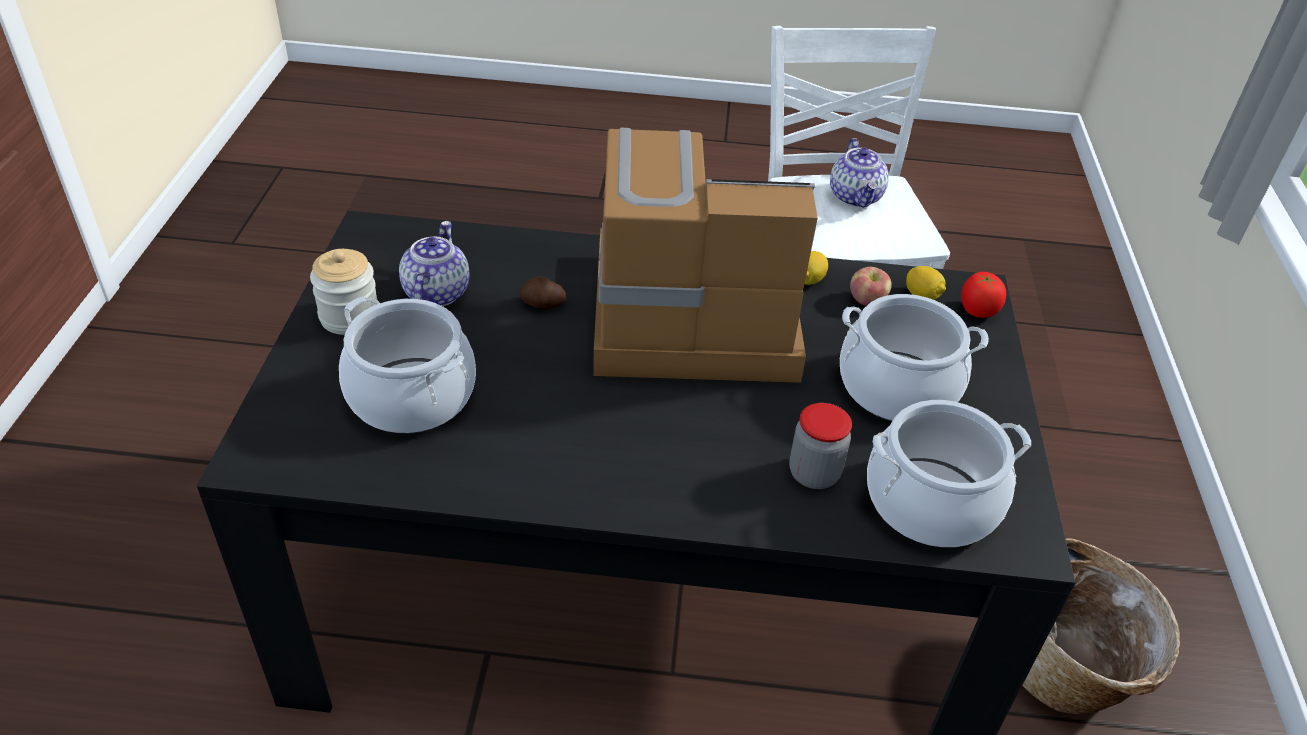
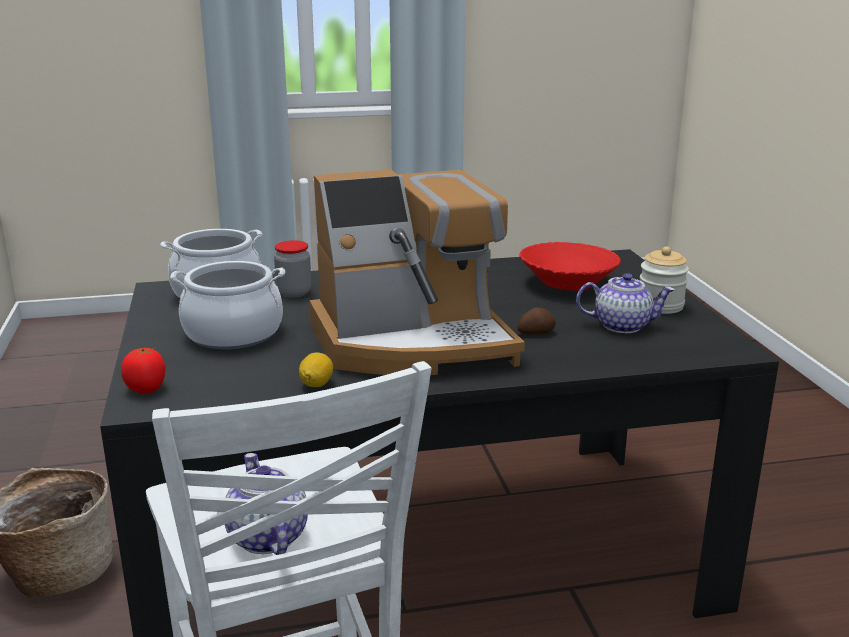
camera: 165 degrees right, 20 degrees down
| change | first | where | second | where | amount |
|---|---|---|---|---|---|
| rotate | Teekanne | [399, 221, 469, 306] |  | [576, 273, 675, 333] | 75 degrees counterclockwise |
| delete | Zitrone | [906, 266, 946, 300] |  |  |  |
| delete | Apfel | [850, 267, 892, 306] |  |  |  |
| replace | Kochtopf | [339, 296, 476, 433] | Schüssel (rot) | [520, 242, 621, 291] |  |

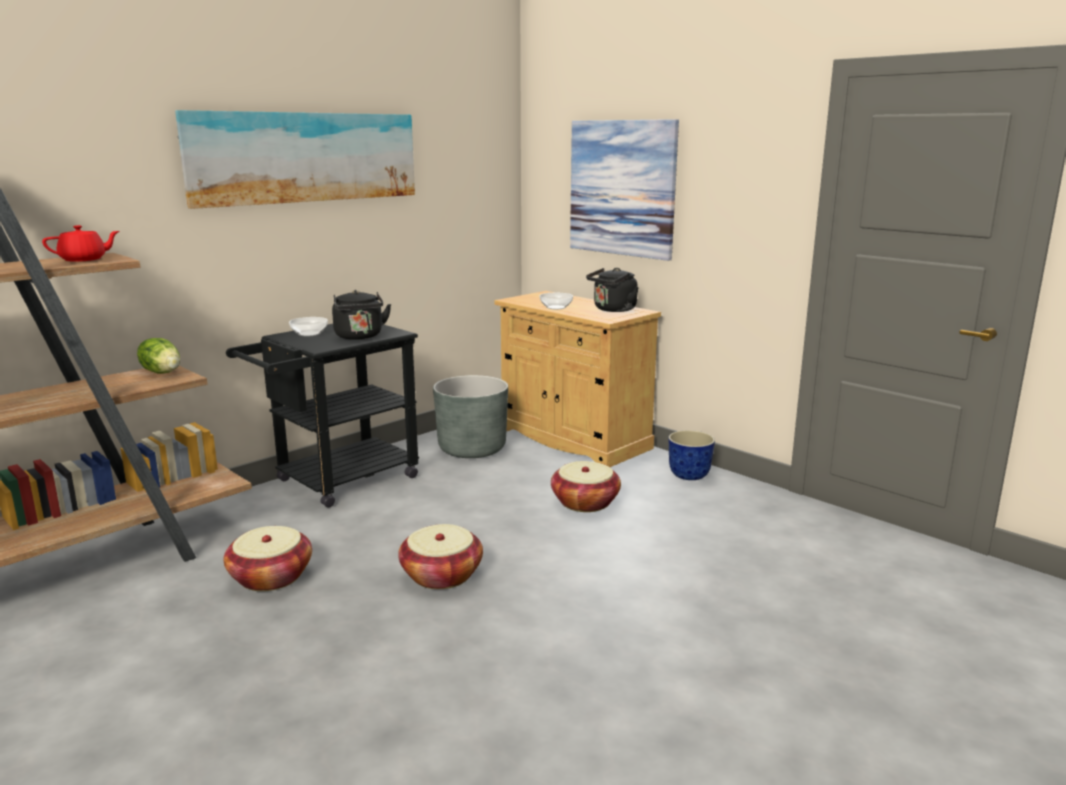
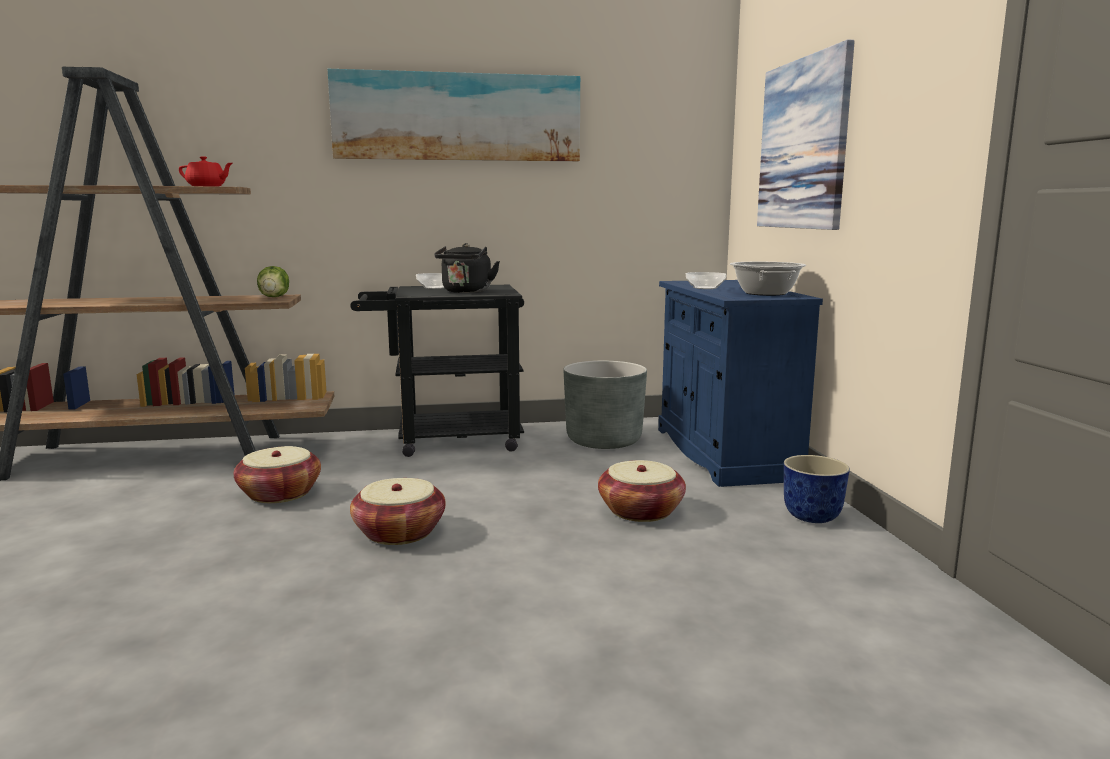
camera: 35 degrees right, 5 degrees down
| change | first | where | second | where | amount |
|---|---|---|---|---|---|
| replace | Wasserkessel (schwarz) | [586, 268, 639, 312] | Kochtopf | [730, 262, 806, 296] |  |
| recolor | Schrank (beige) | [494, 291, 661, 467] | Schrank (blau) | [658, 280, 823, 487] |  |

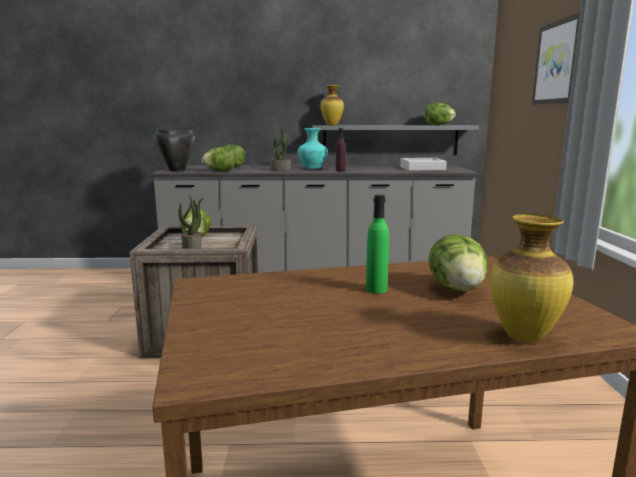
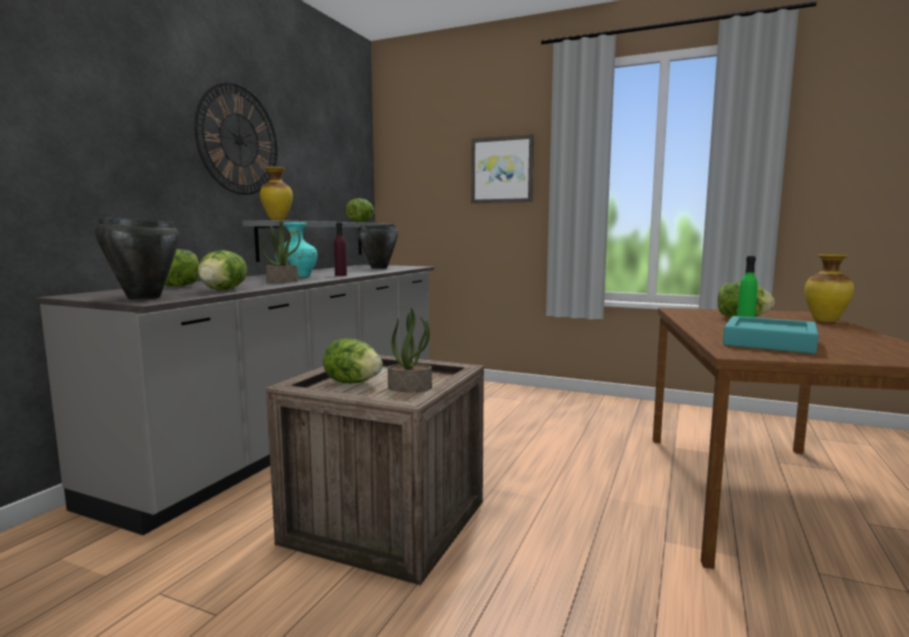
camera: 65 degrees left, 5 degrees down
| change | first | where | second | where | amount |
|---|---|---|---|---|---|
| replace | Tablett (grau) | [400, 158, 447, 171] | Kochtopf (schwarz) | [358, 224, 398, 269] |  |
| insert |  |  | Wanduhr | [194, 82, 278, 195] |  |
| insert |  |  | Tablett (türkis) | [723, 316, 819, 354] |  |

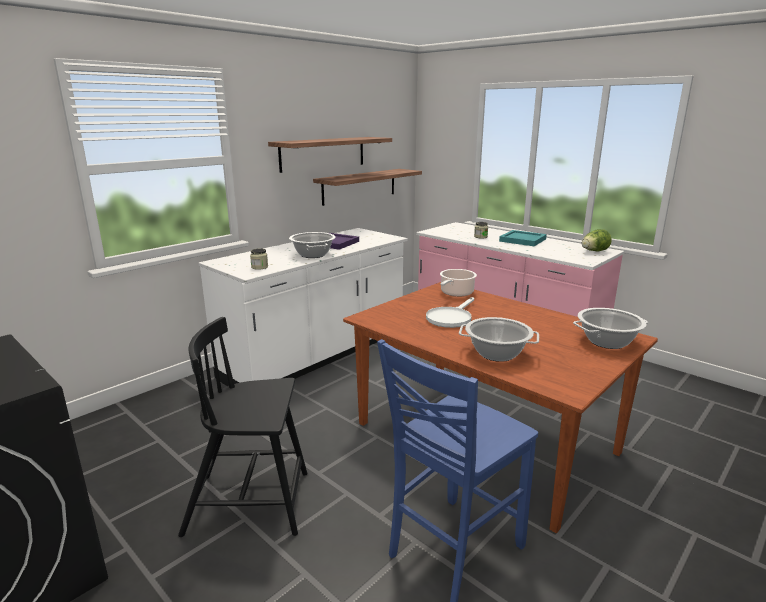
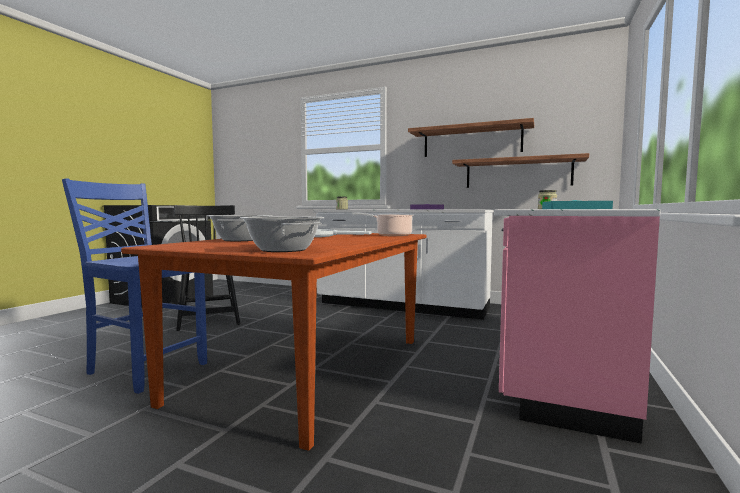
camera: 70 degrees right, 15 degrees down
| change | first | where | second | where | amount |
|---|---|---|---|---|---|
| delete | Salatkopf | [582, 229, 611, 252] |  |  |  |
| delete | Kochtopf | [289, 232, 336, 258] |  |  |  |

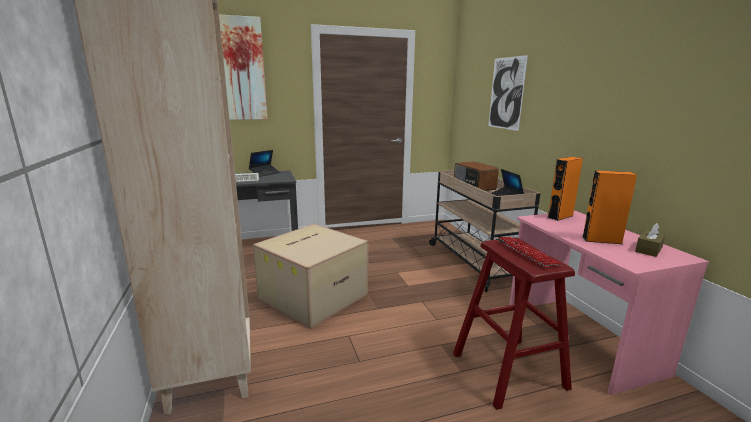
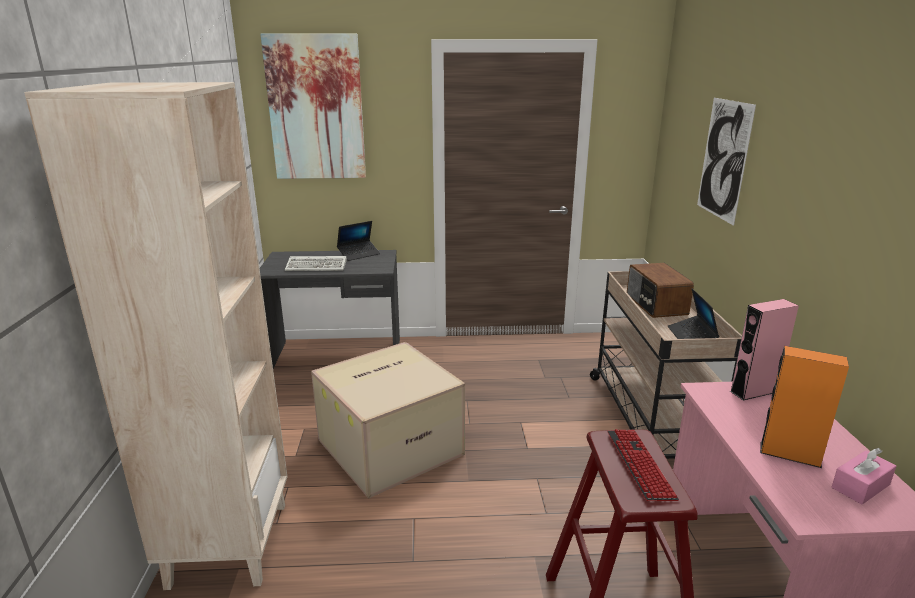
camera: 15 degrees right, 5 degrees up
| change | first | where | second | where | amount |
|---|---|---|---|---|---|
| recolor | Lautsprecher (orange) | [548, 157, 583, 221] | Lautsprecher (rosa) | [730, 299, 799, 400] |  |
| recolor | Taschentuchbox (braun) | [635, 223, 666, 257] | Taschentuchbox (rosa) | [832, 448, 896, 505] |  |

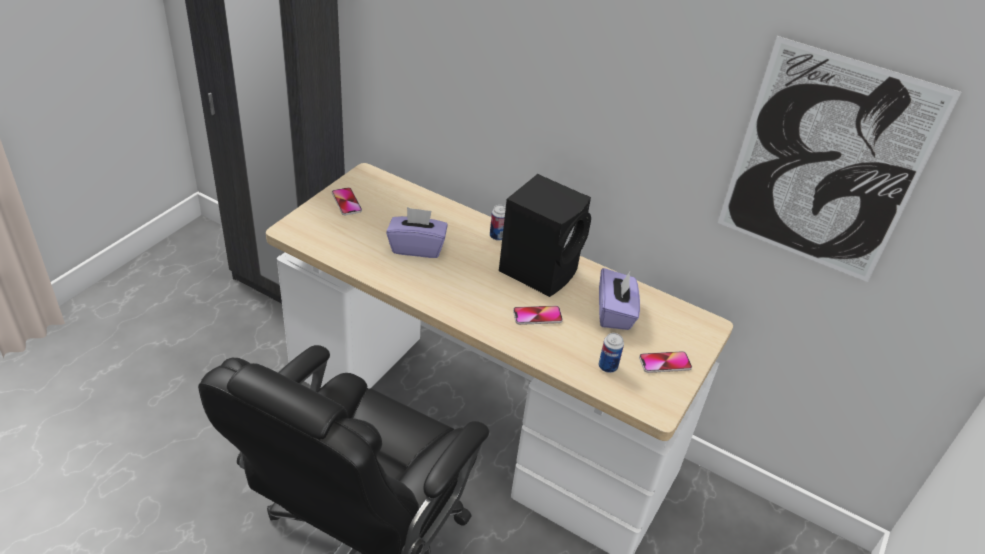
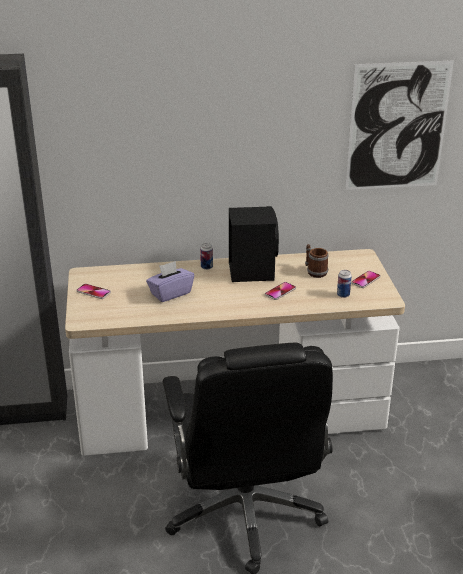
camera: 35 degrees left, 10 degrees down
| change | first | where | second | where | amount |
|---|---|---|---|---|---|
| replace | Taschentuchbox (lila) | [599, 268, 640, 330] | Henkelbecher | [305, 244, 329, 278] |  |

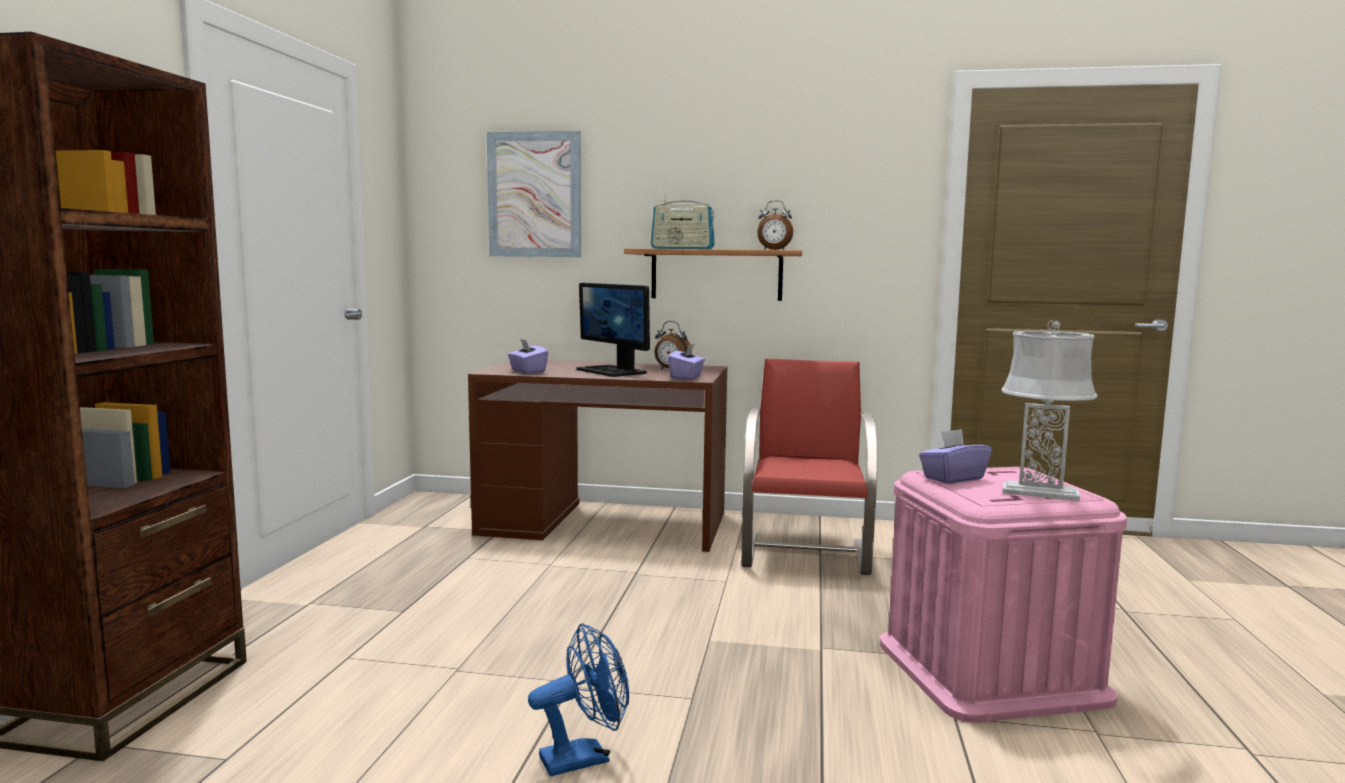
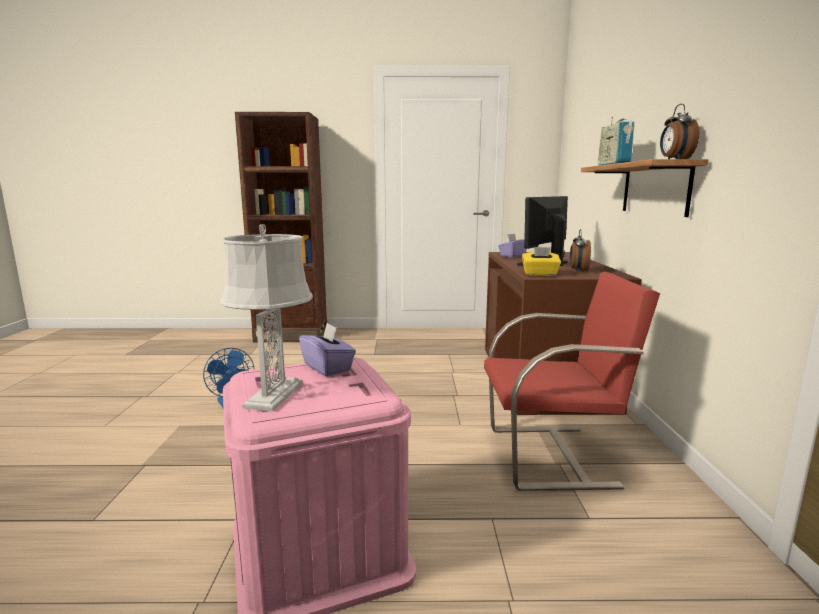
camera: 80 degrees right, 5 degrees up
| change | first | where | second | where | amount |
|---|---|---|---|---|---|
| delete | Bild | [487, 131, 581, 257] |  |  |  |
| recolor | Taschentuchbox (lila) | [668, 344, 705, 380] | Taschentuchbox (gelb) | [522, 247, 561, 276] |  |

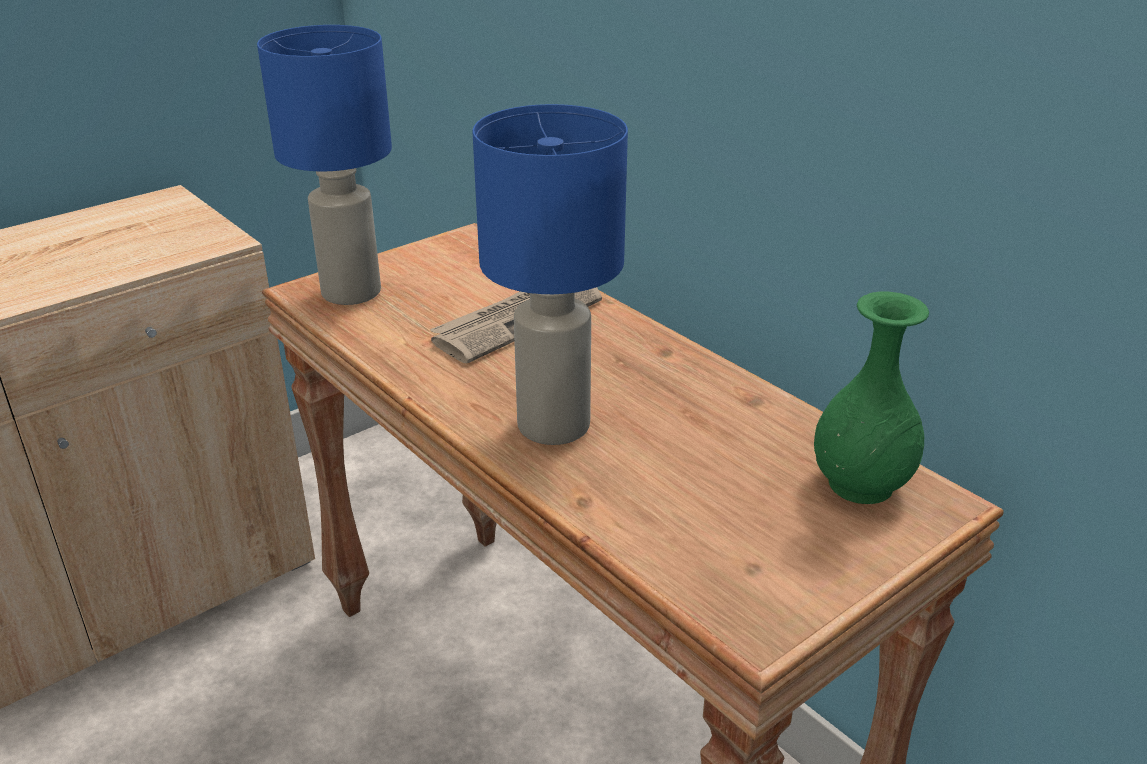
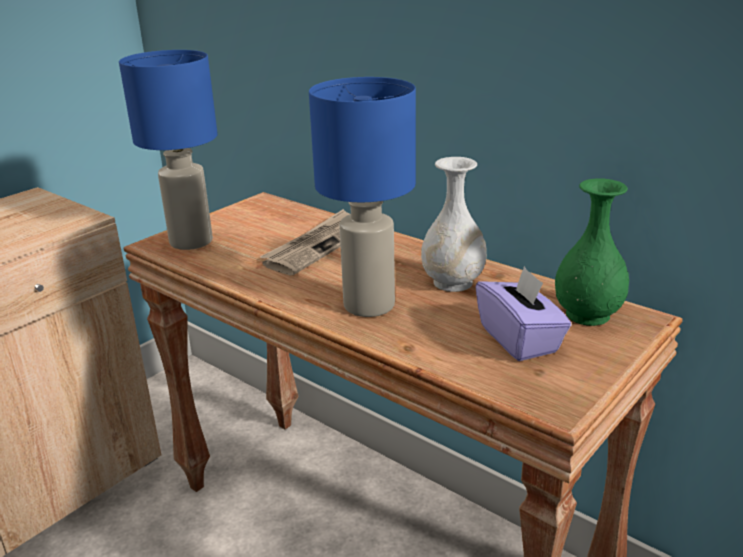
camera: 10 degrees left, 5 degrees down
| change | first | where | second | where | amount |
|---|---|---|---|---|---|
| insert |  |  | Vase (weiß) | [421, 157, 487, 292] |  |
| insert |  |  | Taschentuchbox (lila) | [476, 266, 571, 361] |  |

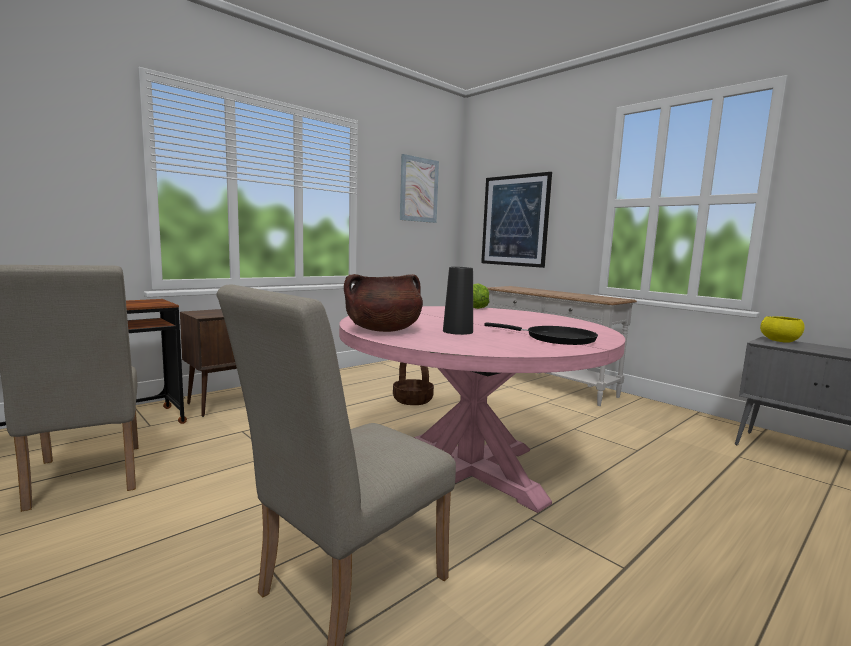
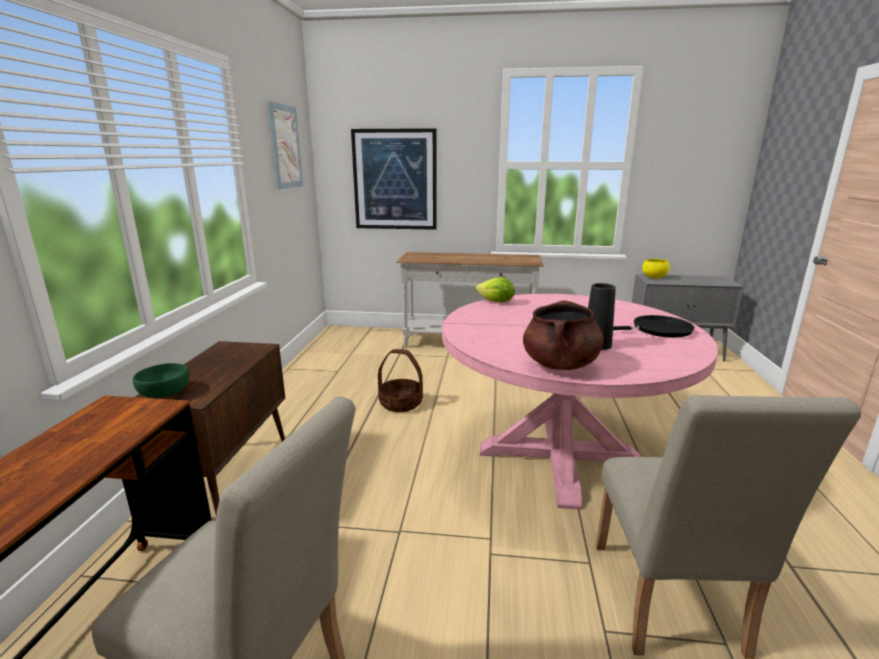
camera: 40 degrees left, 10 degrees up
| change | first | where | second | where | amount |
|---|---|---|---|---|---|
| insert |  |  | Schüssel (grün) | [133, 363, 189, 398] |  |

